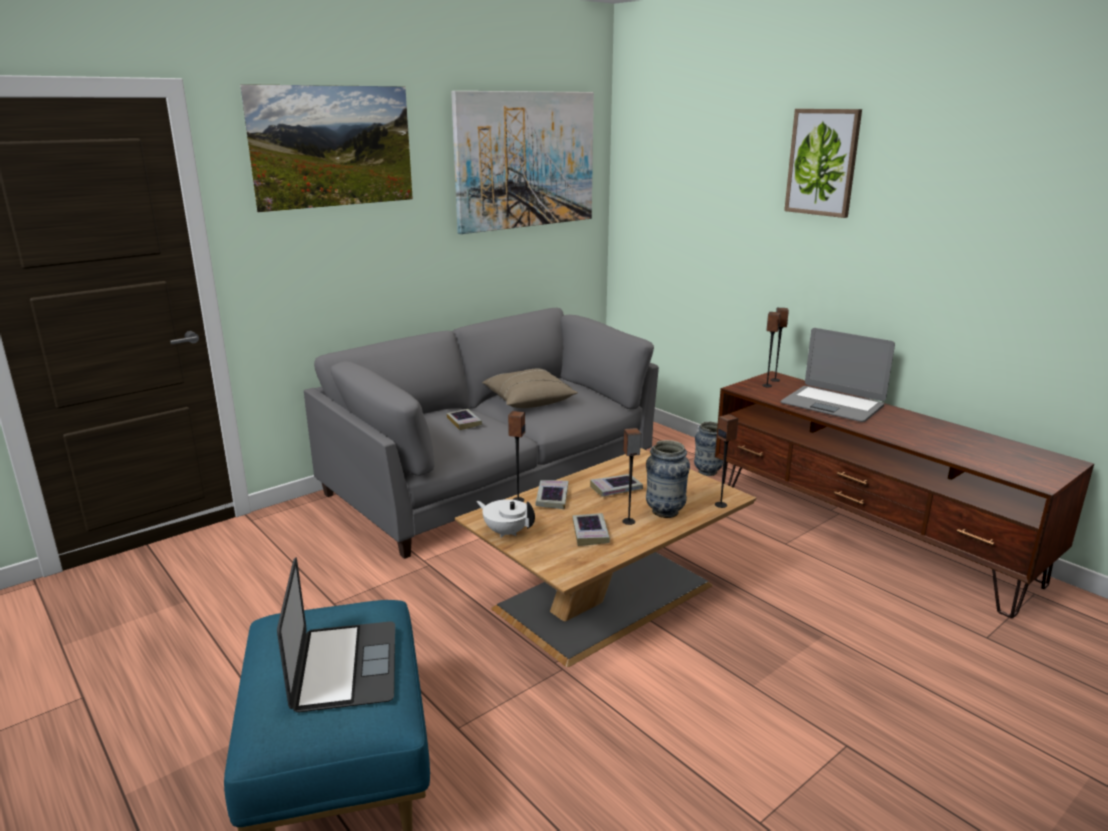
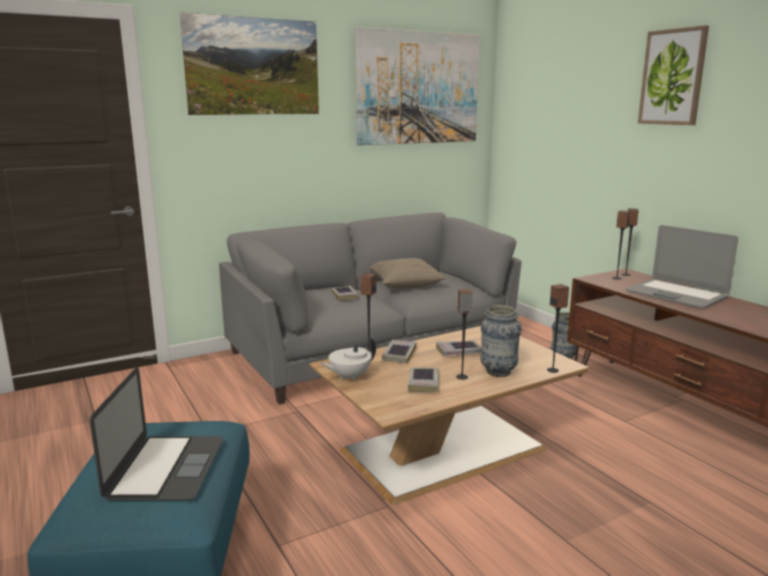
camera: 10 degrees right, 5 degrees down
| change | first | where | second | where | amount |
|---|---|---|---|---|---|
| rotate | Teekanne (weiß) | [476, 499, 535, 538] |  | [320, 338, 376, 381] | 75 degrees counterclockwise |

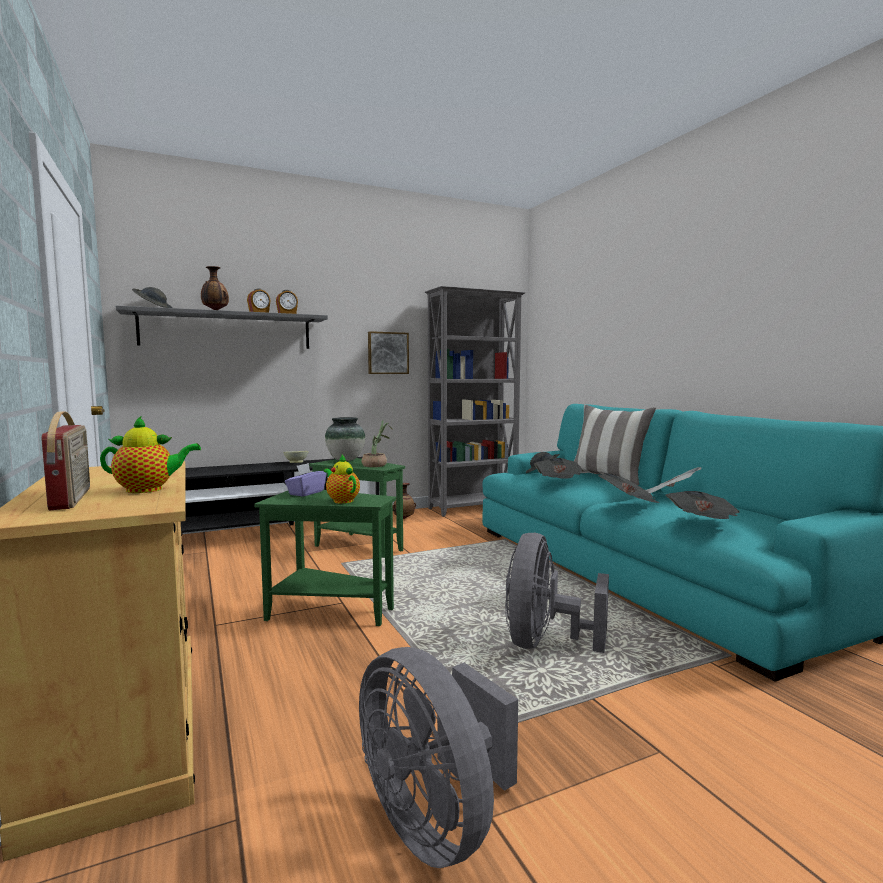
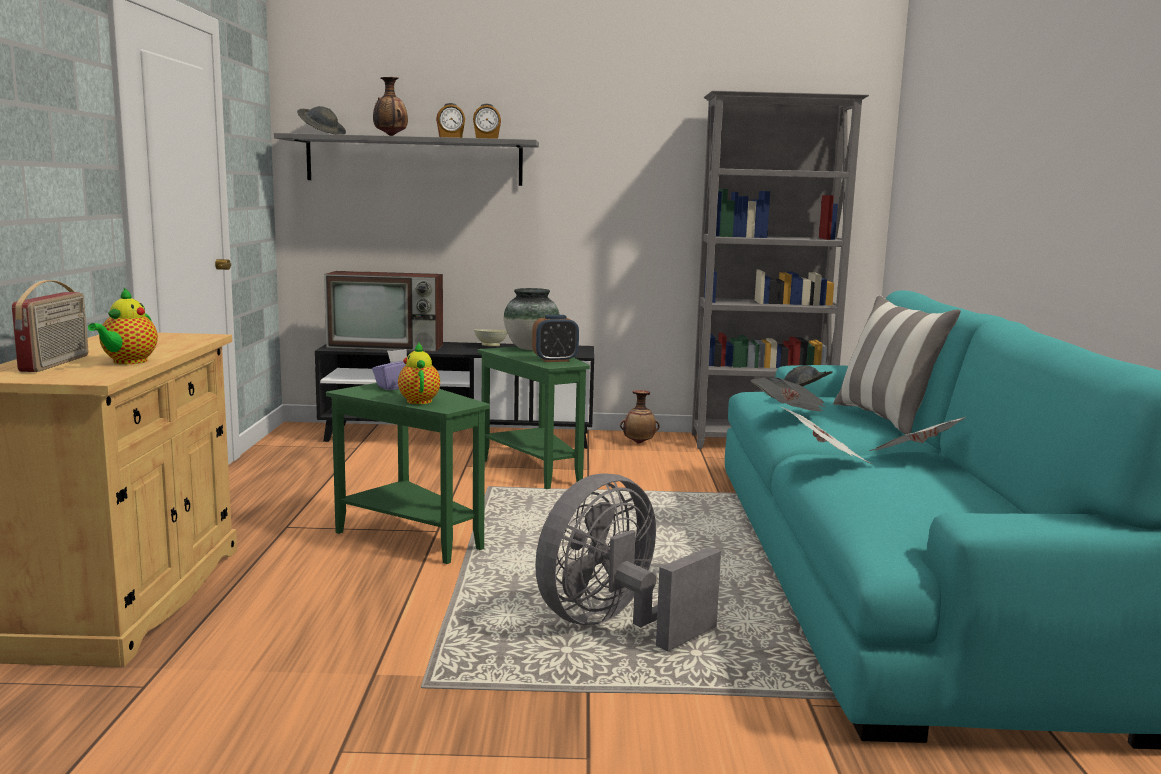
camera: 25 degrees right, 5 degrees up
| change | first | where | second | where | amount |
|---|---|---|---|---|---|
| delete | Bild | [368, 331, 409, 374] |  |  |  |
| rotate | Teekanne | [100, 416, 201, 493] |  | [88, 288, 158, 364] | 90 degrees clockwise |
| replace | Topfpflanze | [362, 420, 392, 467] | Wecker | [532, 315, 579, 362] |  |
| delete | Zeitung | [665, 491, 740, 519] |  |  |  |
| delete | Ventilator (grau) | [359, 647, 518, 868] |  |  |  |
| insert |  |  | Fernseher | [324, 271, 443, 351] |  |

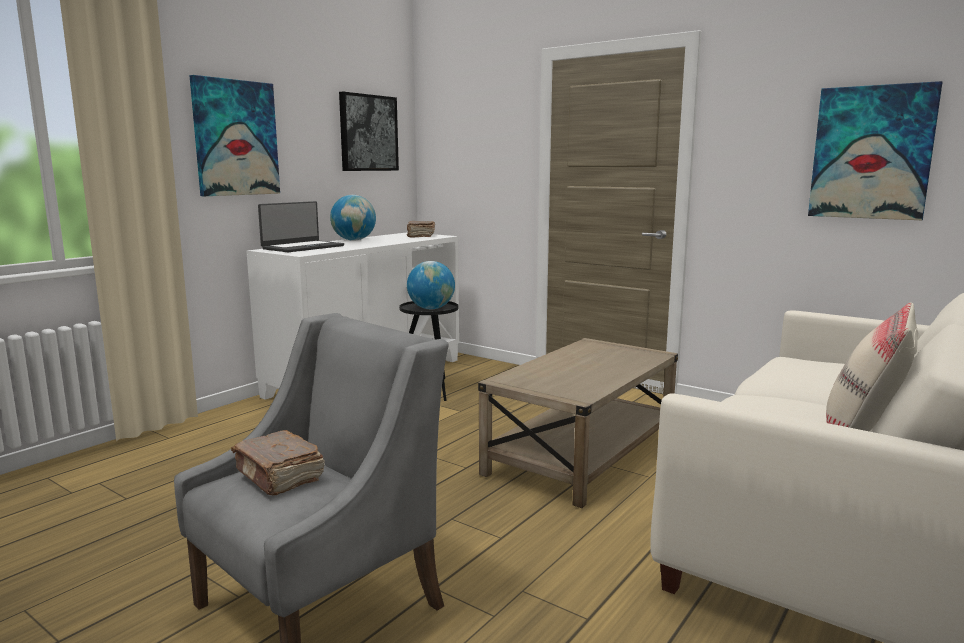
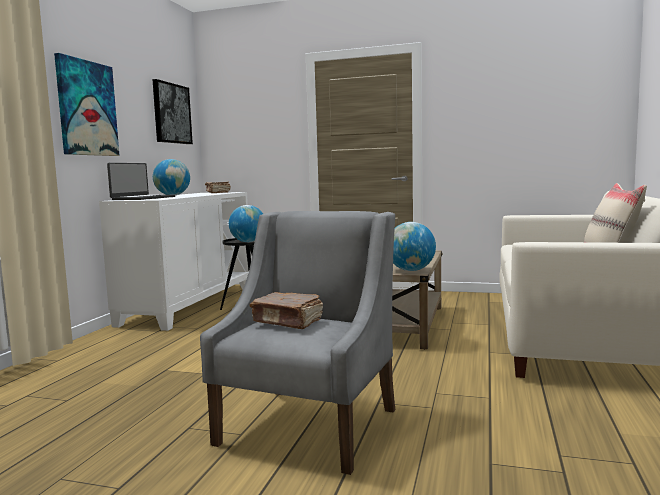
camera: 20 degrees left, 5 degrees down
| change | first | where | second | where | amount |
|---|---|---|---|---|---|
| delete | Bild | [808, 81, 943, 220] |  |  |  |
| insert |  |  | Globus | [393, 222, 436, 271] |  |

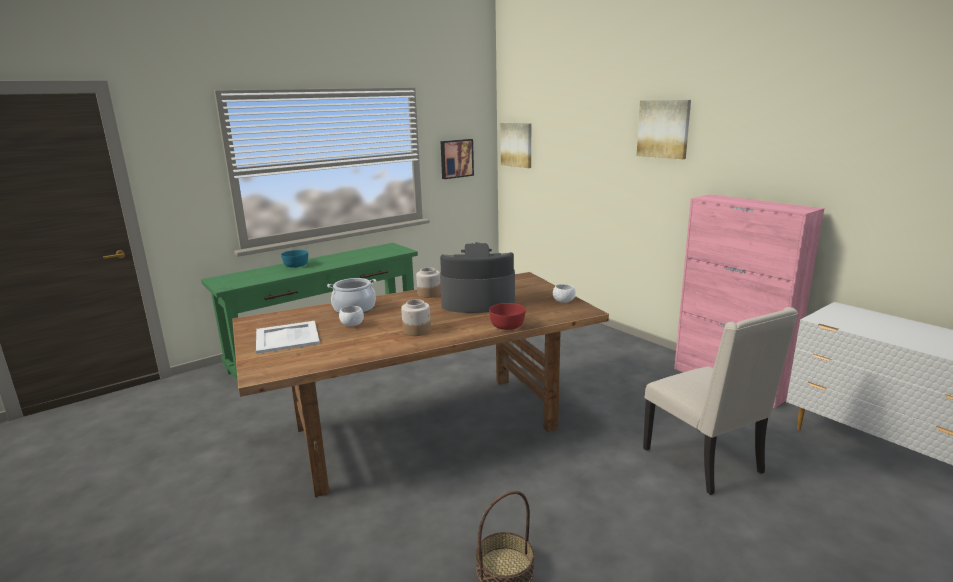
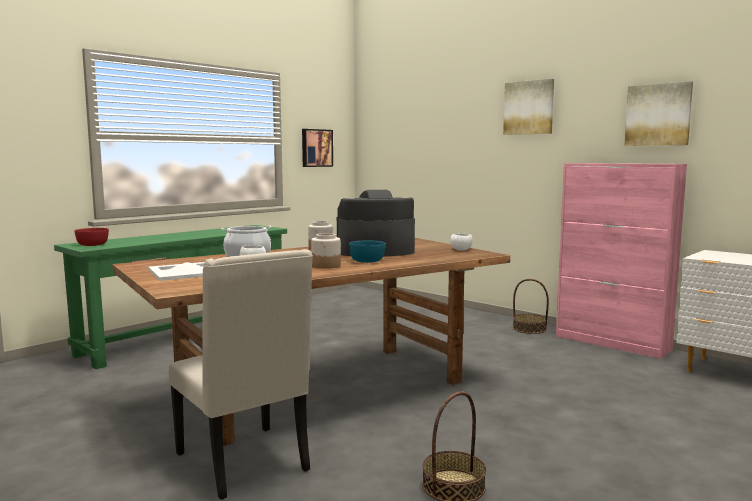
camera: 10 degrees left, 10 degrees down
| change | first | where | second | where | amount |
|---|---|---|---|---|---|
| move | Bild | [500, 123, 531, 168] |  | [624, 81, 693, 146] |  |
| move | Schüssel (türkis) | [281, 250, 308, 268] |  | [349, 241, 386, 263] |  |
| move | Schüssel (rot) | [489, 303, 526, 330] |  | [74, 228, 109, 246] |  |
| move | Stuhl (beige) | [643, 307, 798, 495] |  | [169, 249, 313, 500] |  |
| insert |  |  | Korb | [513, 279, 549, 334] |  |

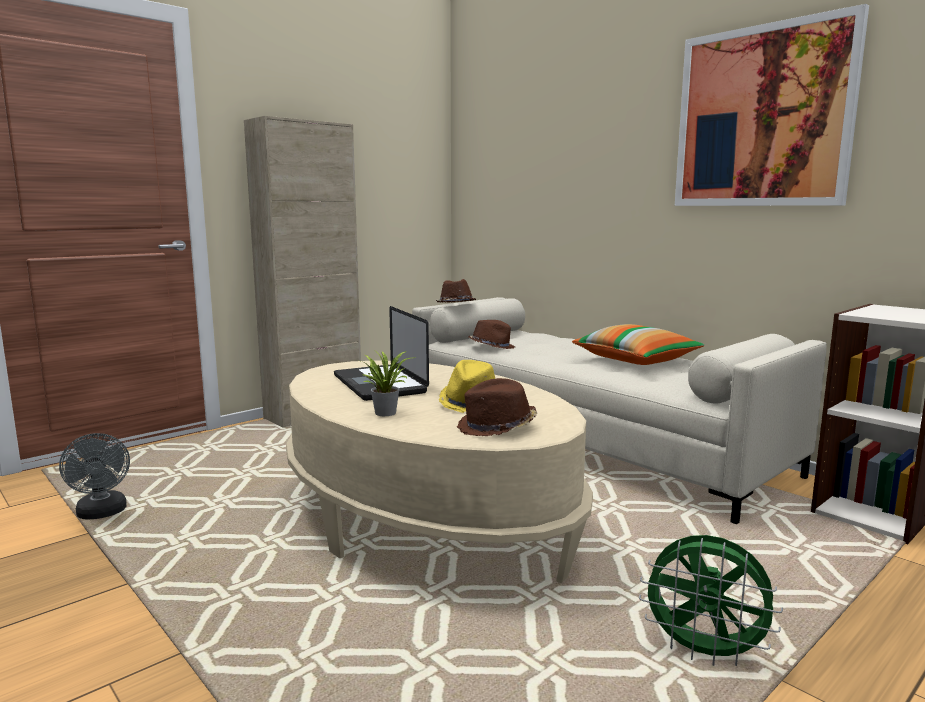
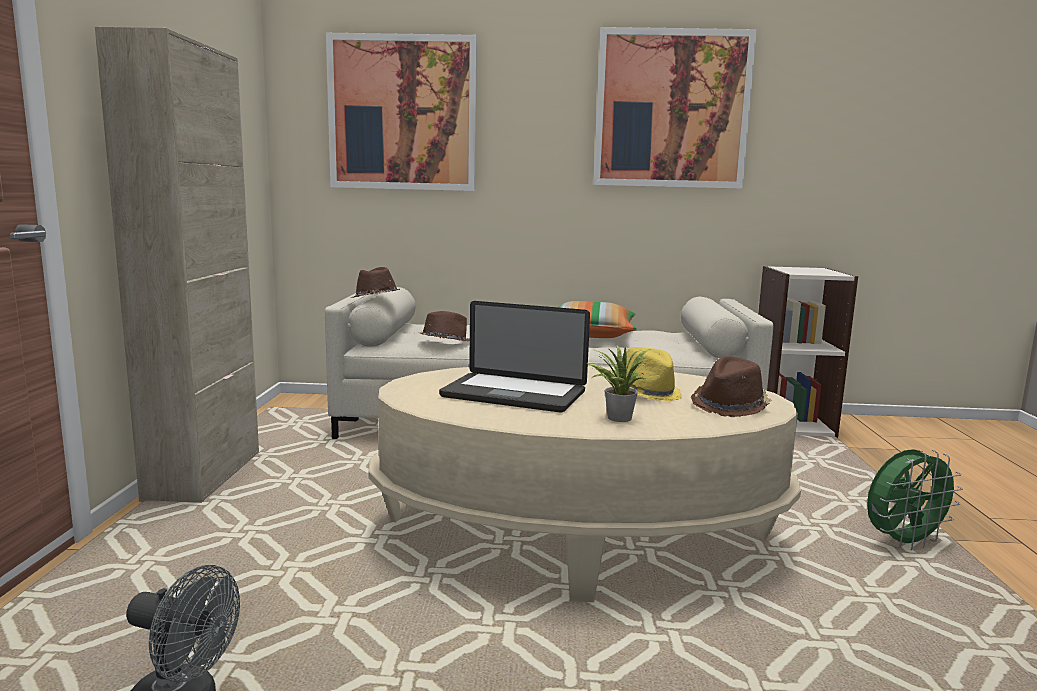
camera: 45 degrees left, 0 degrees up
| change | first | where | second | where | amount |
|---|---|---|---|---|---|
| insert |  |  | Bild | [326, 33, 477, 191] |  |

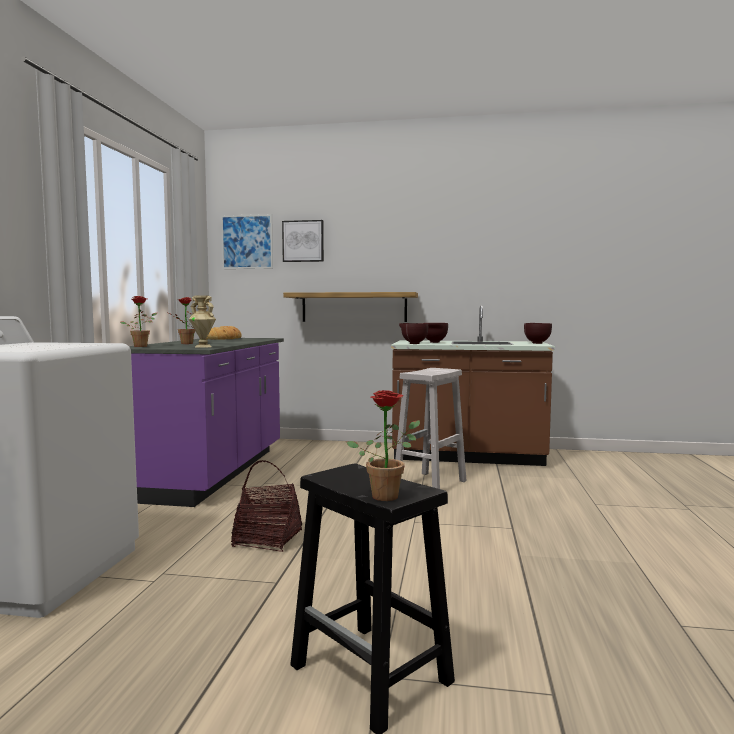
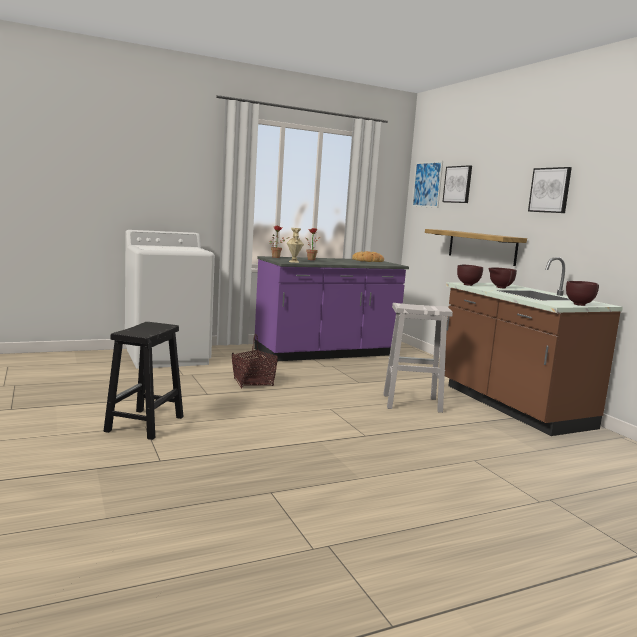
camera: 55 degrees right, 5 degrees up
| change | first | where | second | where | amount |
|---|---|---|---|---|---|
| delete | Topfpflanze | [347, 390, 420, 501] |  |  |  |
| insert |  |  | Bild | [528, 167, 572, 213] |  |

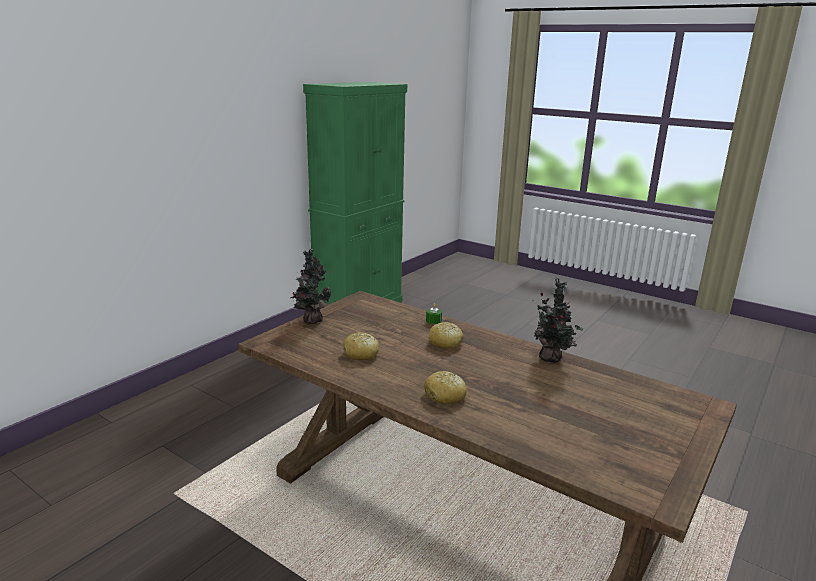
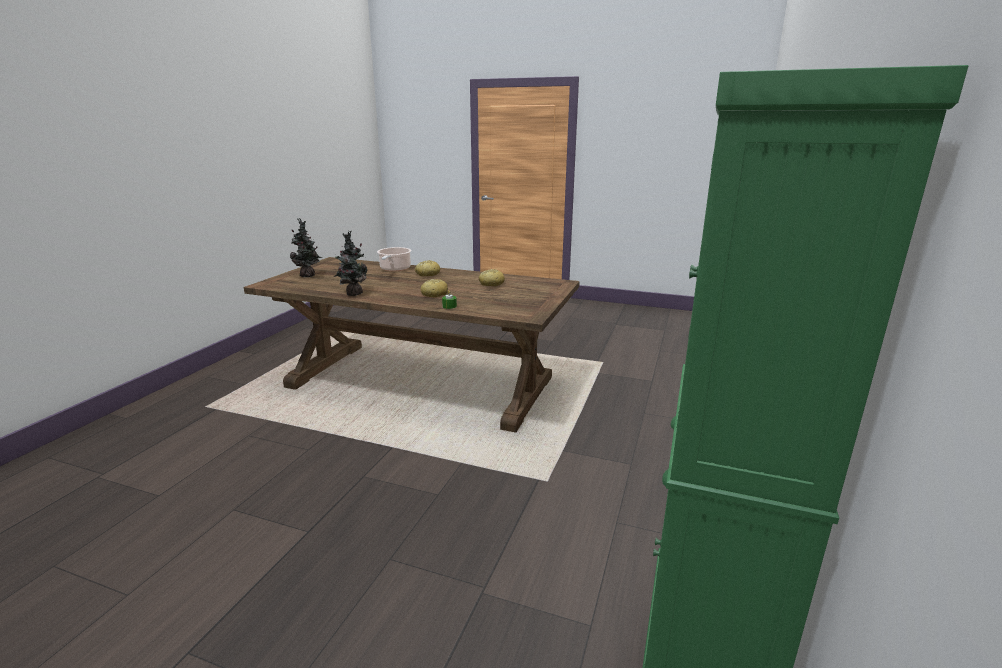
camera: 165 degrees right, 0 degrees up
| change | first | where | second | where | amount |
|---|---|---|---|---|---|
| move | Topfpflanze | [291, 249, 331, 324] |  | [290, 218, 322, 277] |  |
| insert |  |  | Kochtopf | [377, 247, 411, 271] |  |

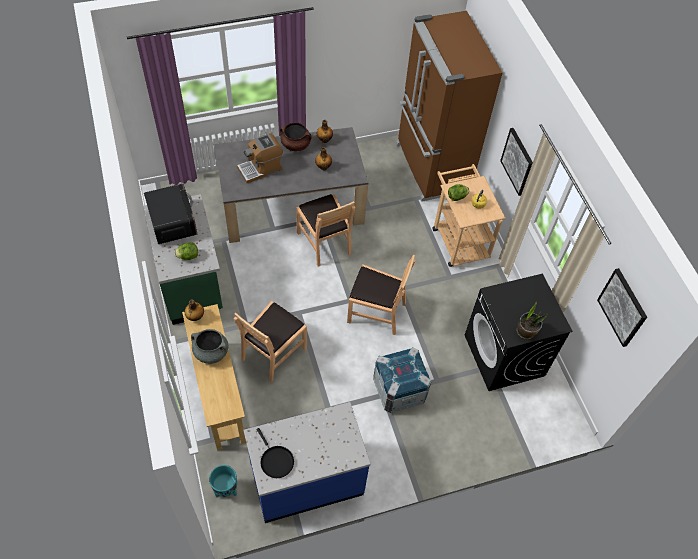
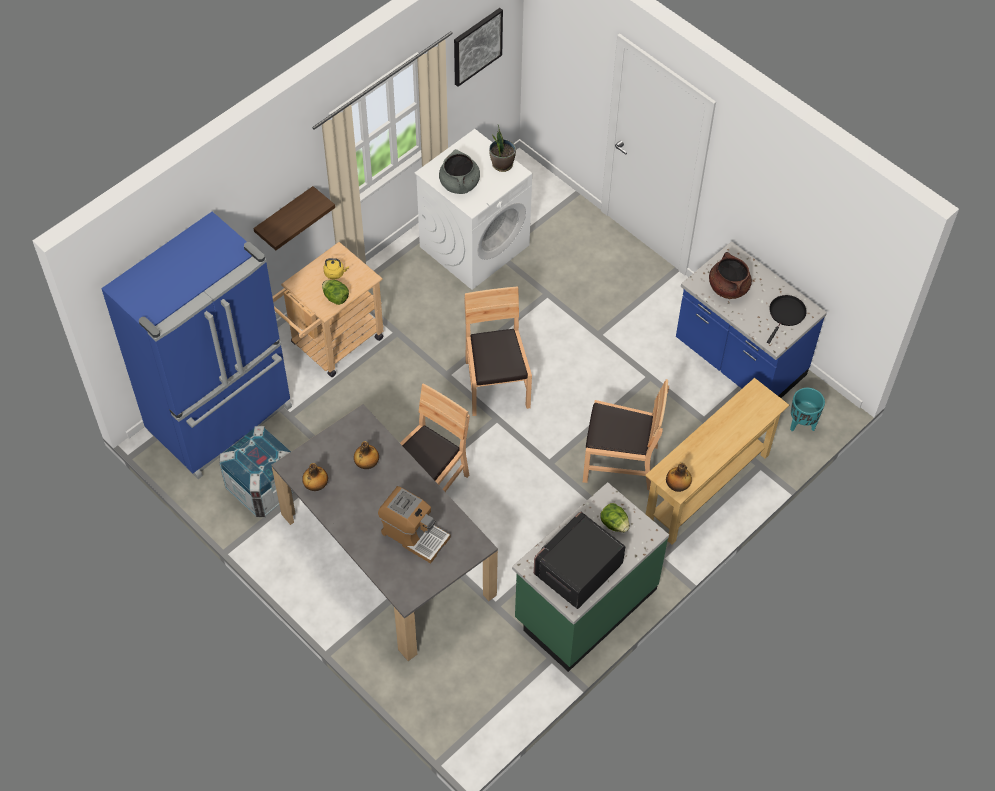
camera: 115 degrees left, 0 degrees up
| change | first | where | second | where | amount |
|---|---|---|---|---|---|
| recolor | Kühlschrank (braun) | [396, 11, 502, 202] | Kühlschrank (blau) | [101, 212, 292, 479] |  |
| move | Kochtopf (braun) | [280, 122, 312, 151] |  | [709, 252, 752, 299] |  |
| replace | Bild | [500, 128, 533, 196] | Wandregal | [253, 186, 335, 250] |  |
| recolor | Waschmaschine (schwarz) | [465, 274, 573, 391] | Waschmaschine (weiß) | [414, 129, 532, 290] |  |
| move | Kochtopf (grau) | [191, 329, 228, 364] |  | [439, 149, 480, 194] |  |
| move | Kiste | [373, 347, 432, 413] |  | [219, 426, 294, 517] |  |

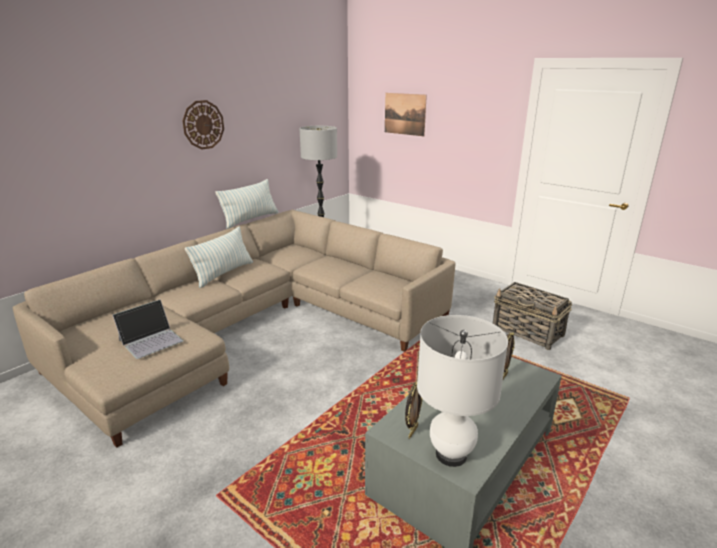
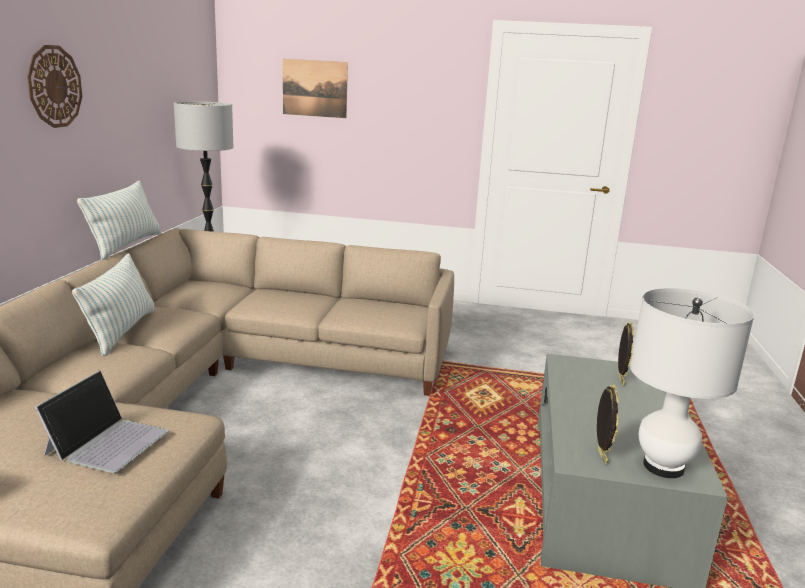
camera: 30 degrees left, 5 degrees down
| change | first | where | second | where | amount |
|---|---|---|---|---|---|
| delete | Korb | [493, 282, 572, 350] |  |  |  |

